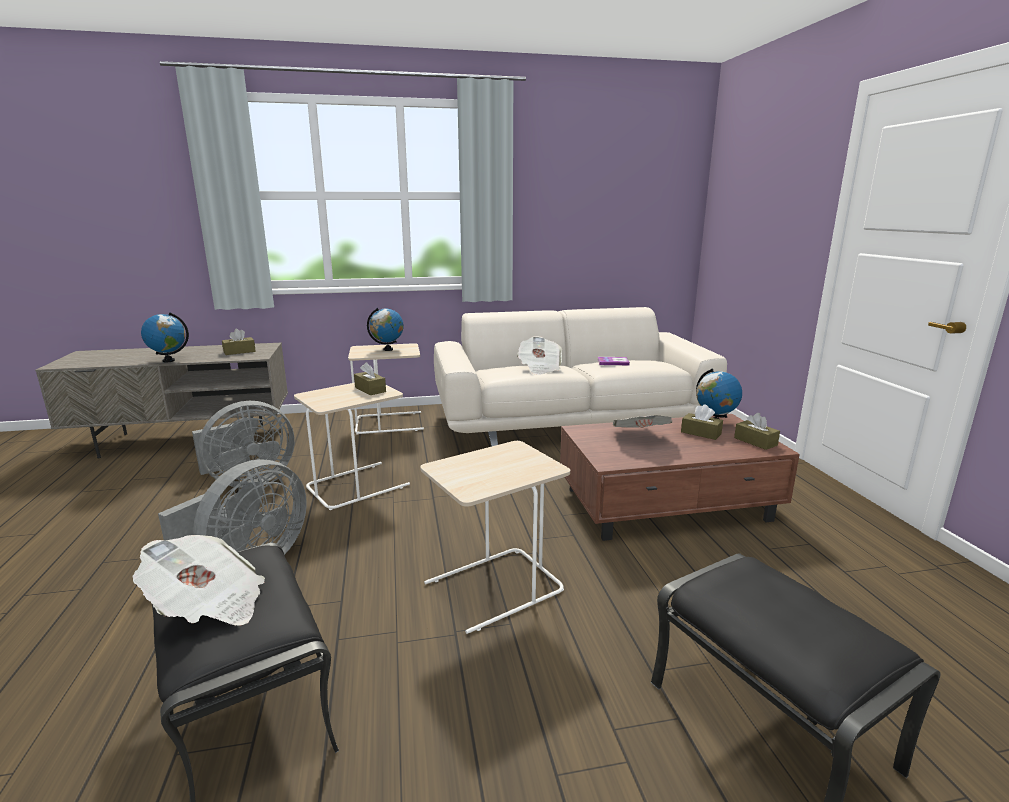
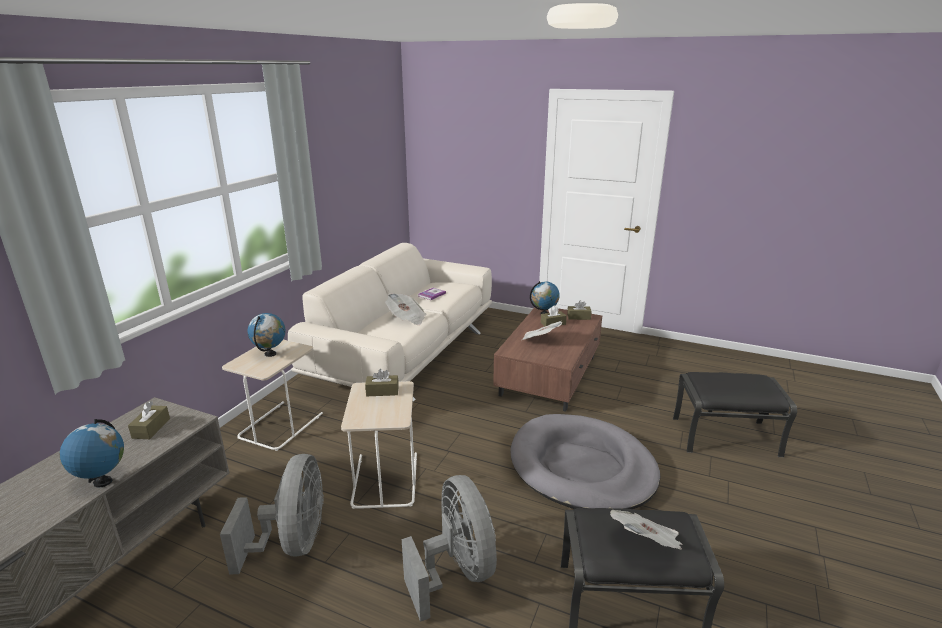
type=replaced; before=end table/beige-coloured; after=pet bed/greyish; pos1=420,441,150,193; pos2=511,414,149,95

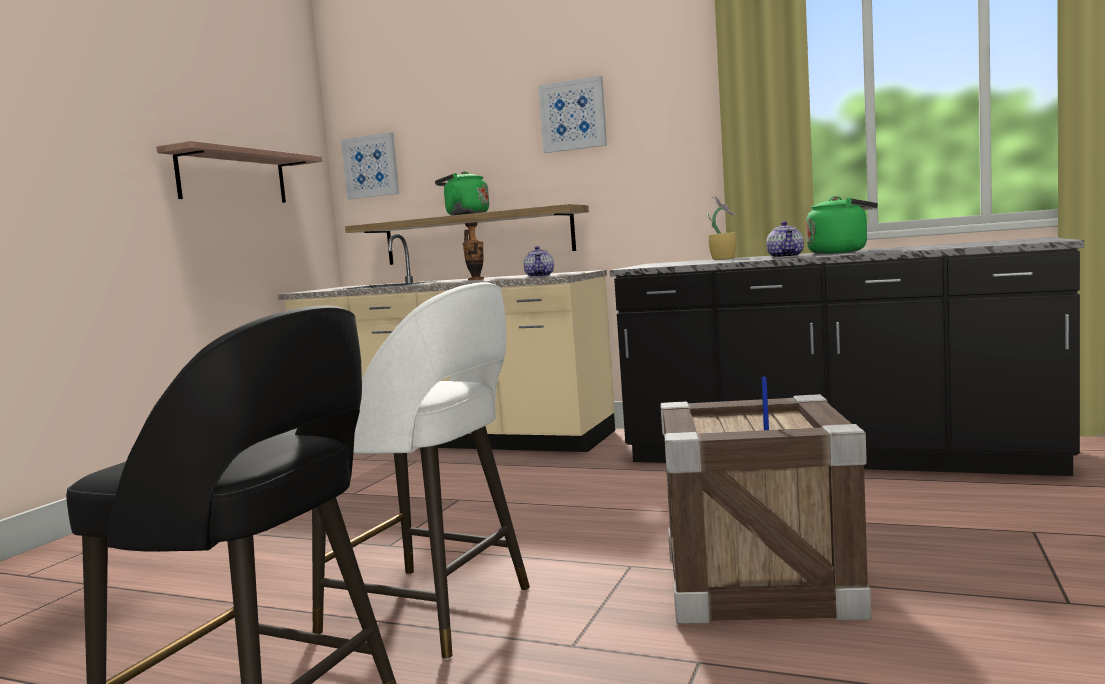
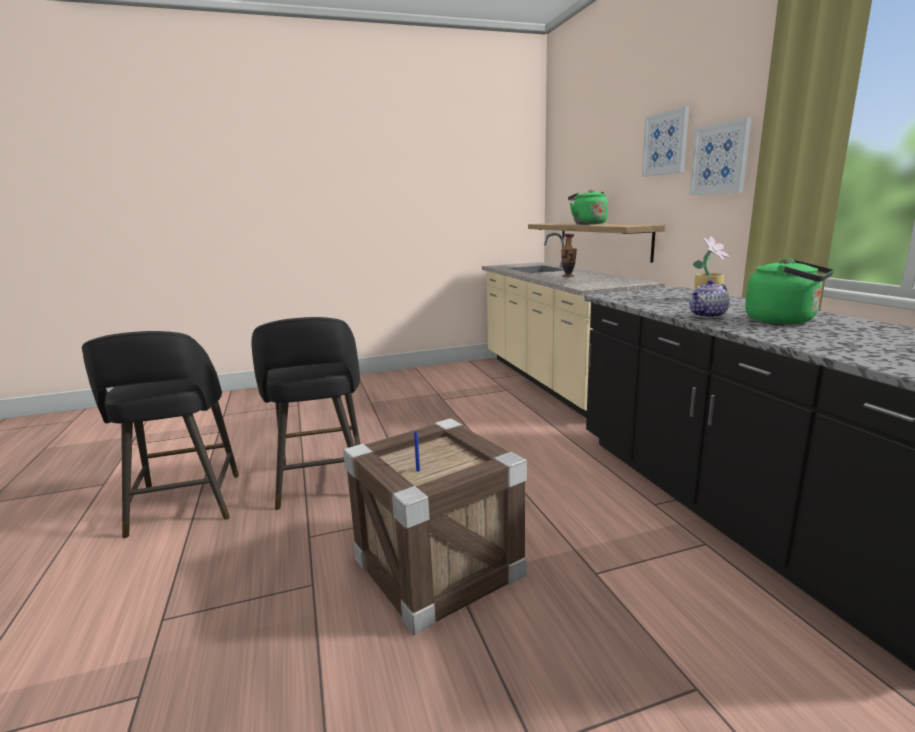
type=removed; before=shelf; pos1=157,141,165,62
type=recoloured; before=stool/white-coloured; after=stool/blackish; pos1=312,282,218,378; pos2=252,317,108,193
type=moved; before=wall picture; pos1=341,132,58,67; pos2=689,117,63,78
type=removed; before=tea pot; pos1=523,246,31,31

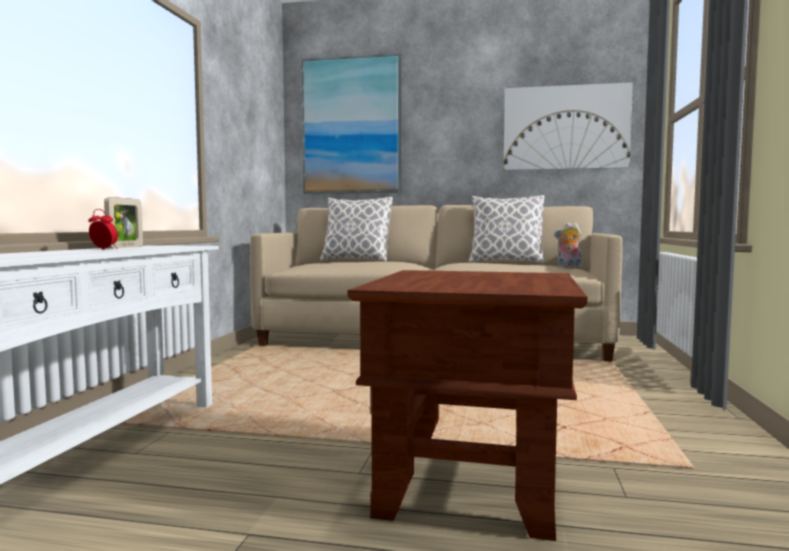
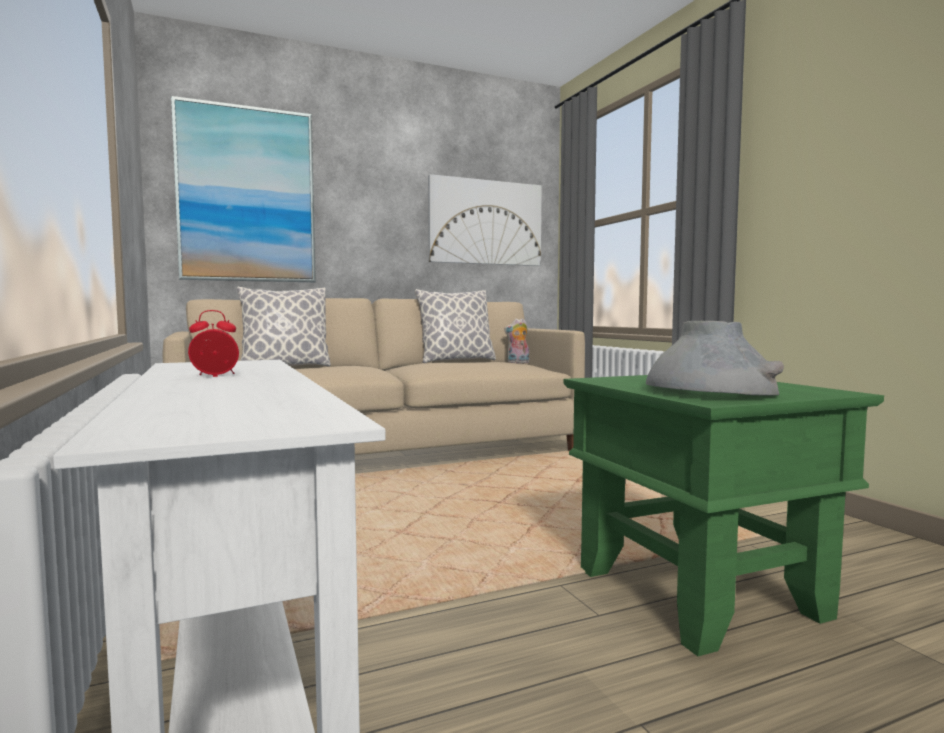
type=removed; before=picture frame; pos1=104,197,39,51
type=recoloured; before=end table/brownish; after=end table/greenish; pos1=348,270,239,271; pos2=563,375,321,281
type=added; after=vase/greyish; pos2=646,321,138,75

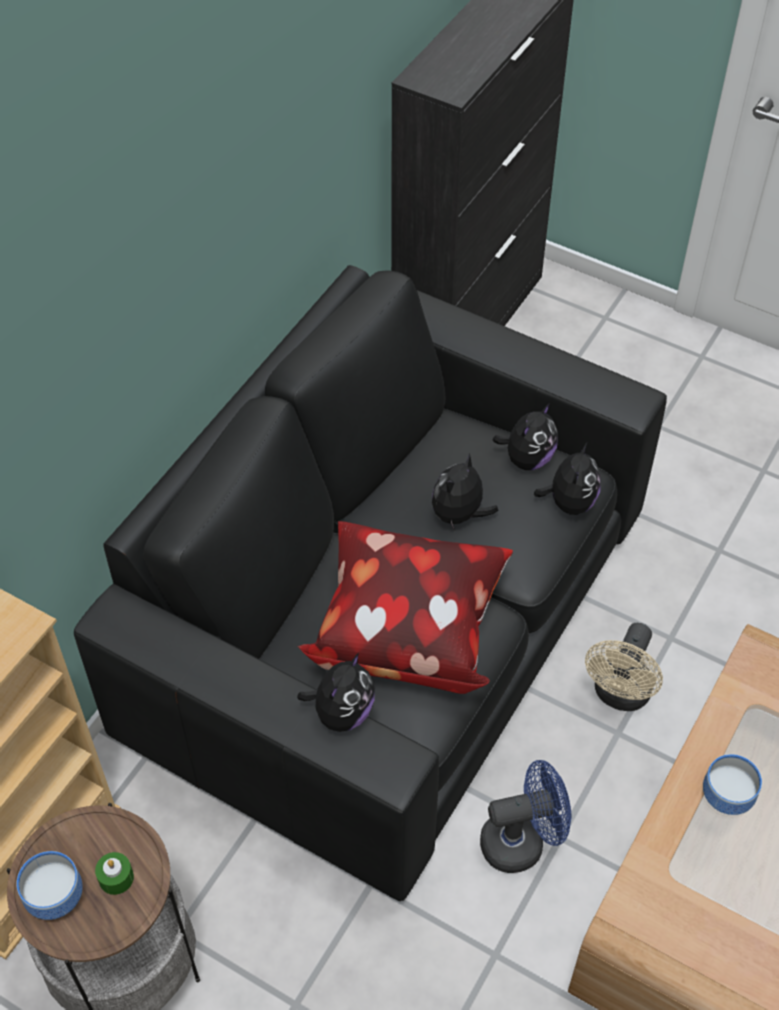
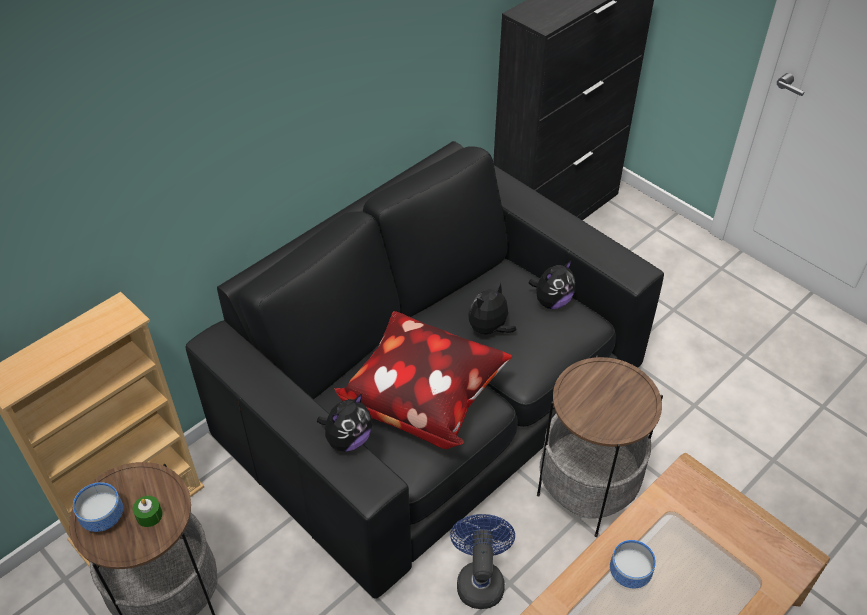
type=turned; before=electric fan/blue; pos1=480,760,91,113; pos2=450,514,65,95; turn=-90
type=removed; before=plush toy; pos1=534,443,67,72
type=replaced; before=electric fan/beige-coloured; after=end table; pos1=585,623,78,88; pos2=537,355,126,182

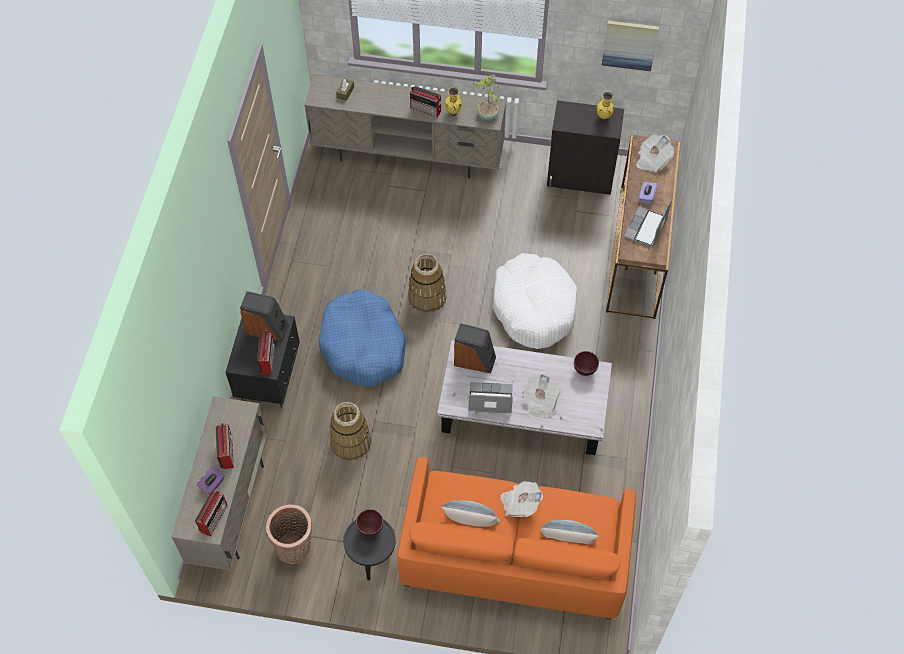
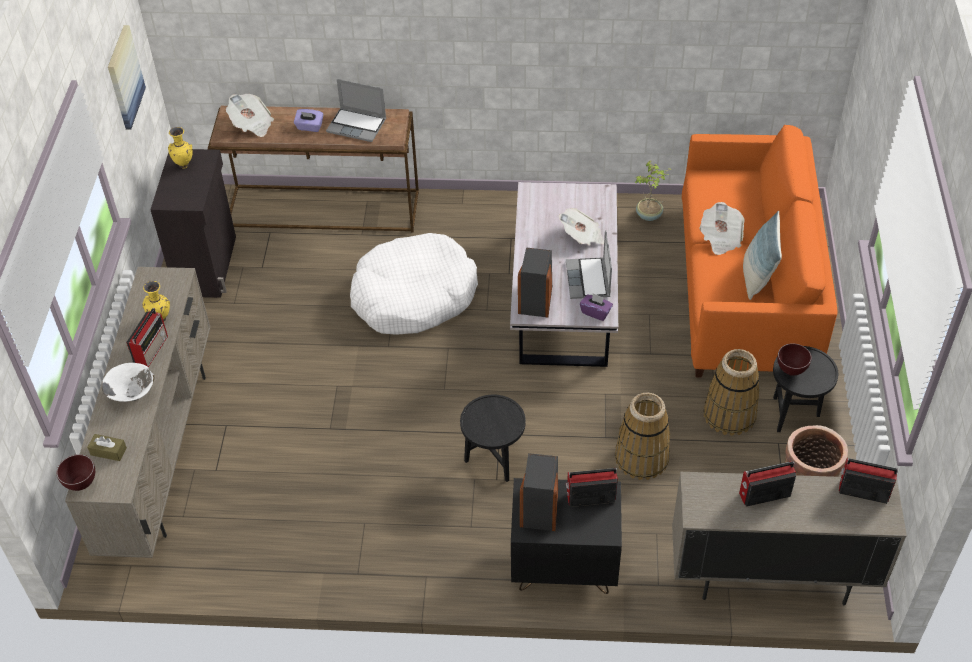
type=moved; before=box of tissues/purplish; pos1=197,466,28,28; pos2=580,293,33,28
type=replaced; before=pet bed/blue; after=end table/blackish; pos1=319,289,87,98; pos2=460,395,66,87
type=moved; before=basket; pos1=408,254,39,59; pos2=703,349,57,87
type=moved; before=plant in a pot; pos1=473,74,26,46; pos2=635,160,37,61
type=removed; before=cushion; pos1=540,520,59,24
type=moved; before=serving bowl/brownish; pos1=574,351,25,25; pos2=56,454,39,37
type=added; after=serving bowl/white-coloured; pos2=102,363,53,39

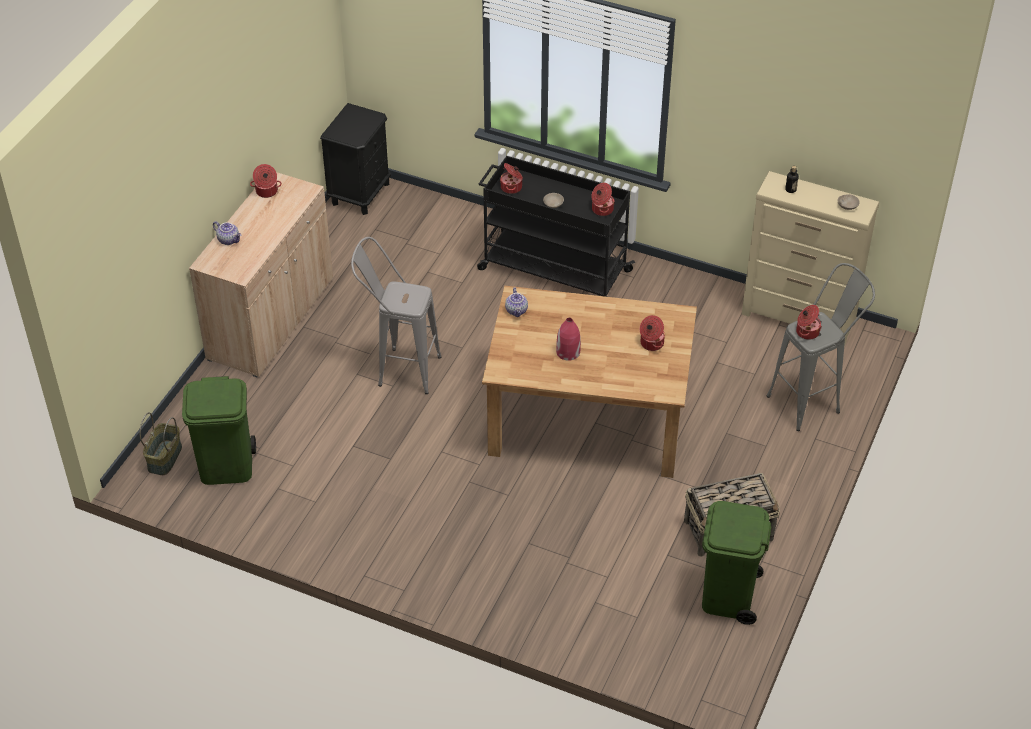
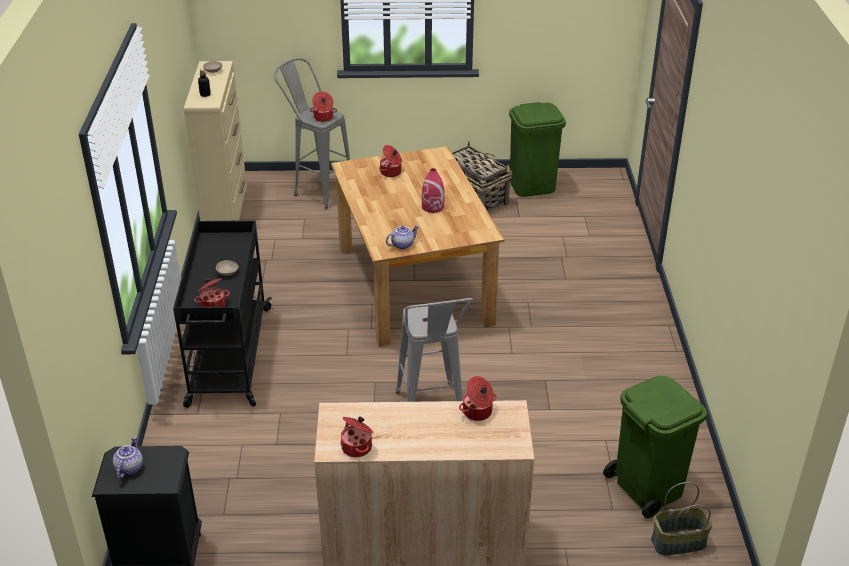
type=moved; before=tea pot; pos1=213,221,28,24; pos2=113,436,30,43
type=moved; before=stockpot; pos1=591,183,24,33; pos2=459,376,38,45

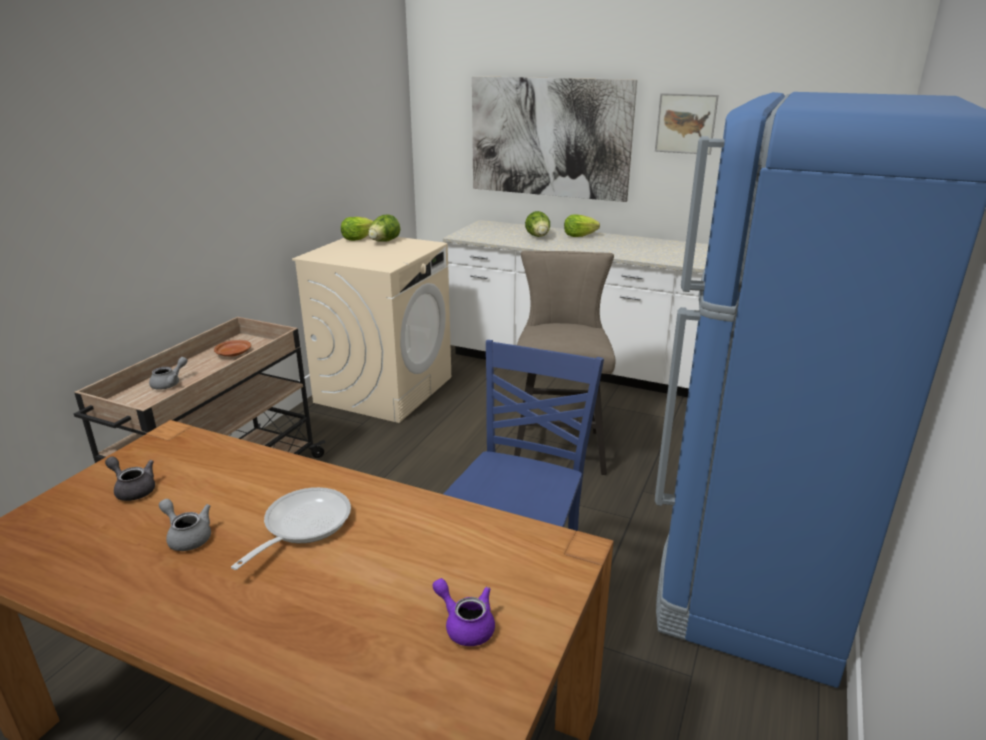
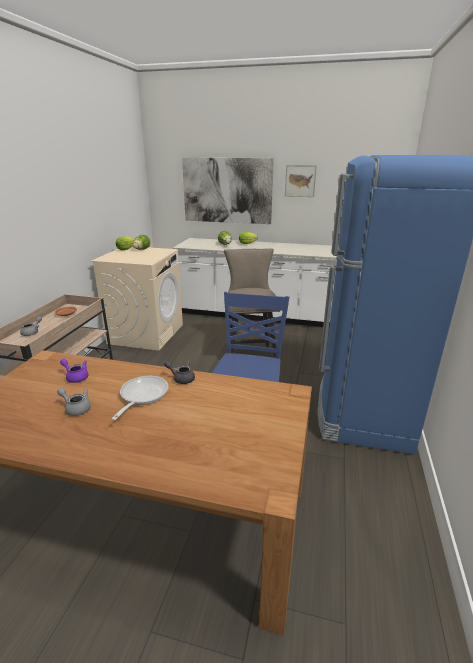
type=moved; before=tea pot/greyish; pos1=105,456,50,45; pos2=164,361,31,23
type=moved; before=tea pot/purplish; pos1=432,578,63,68; pos2=60,359,28,24

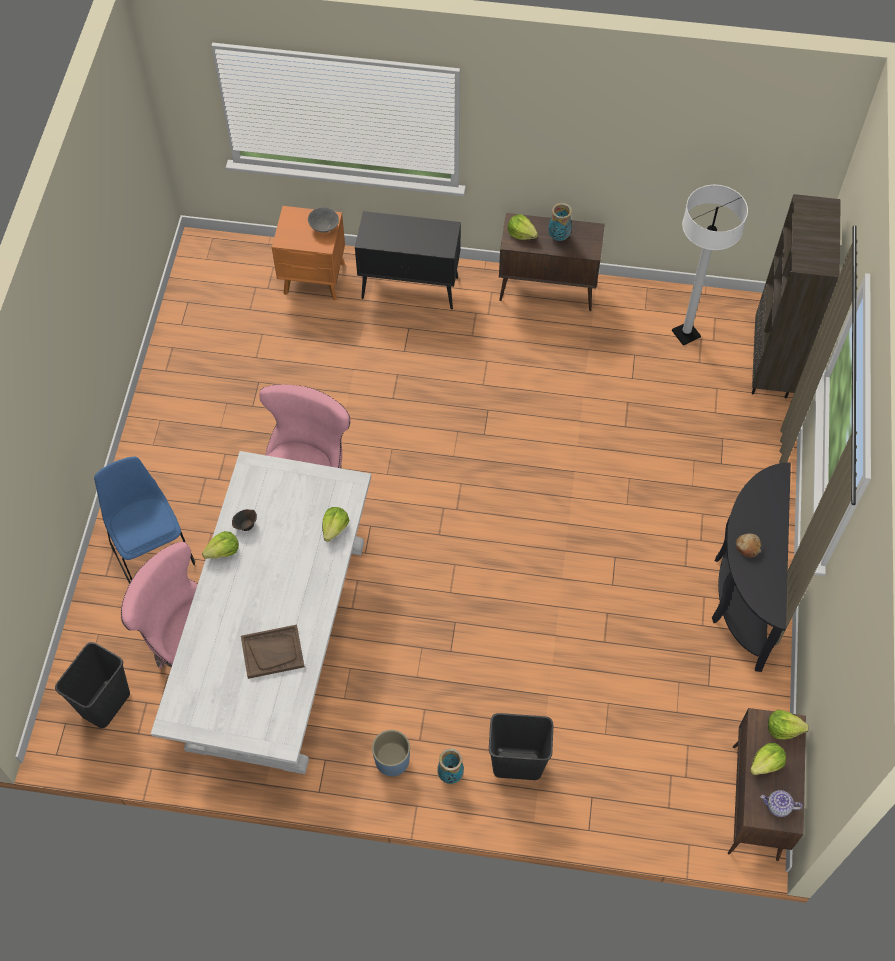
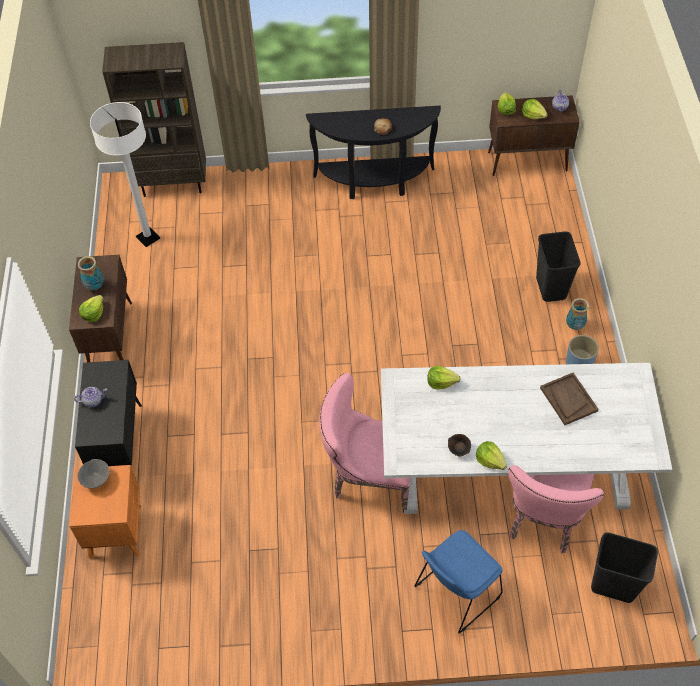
type=added; after=tea pot; pos2=74,387,33,20

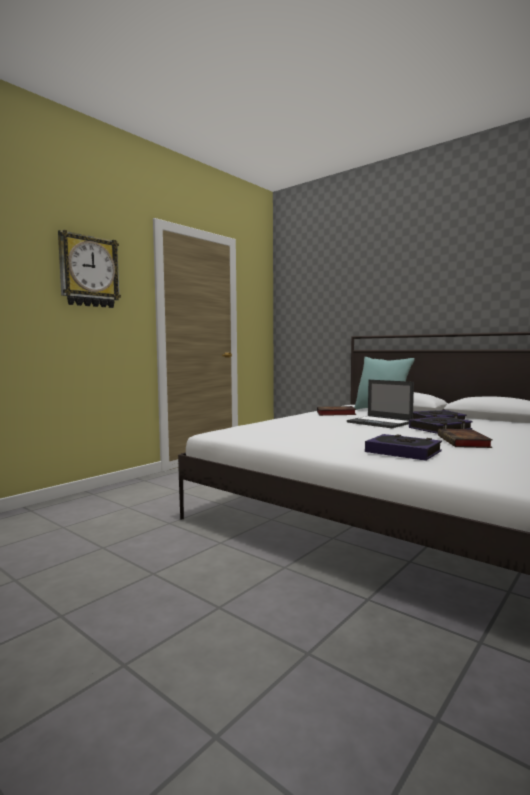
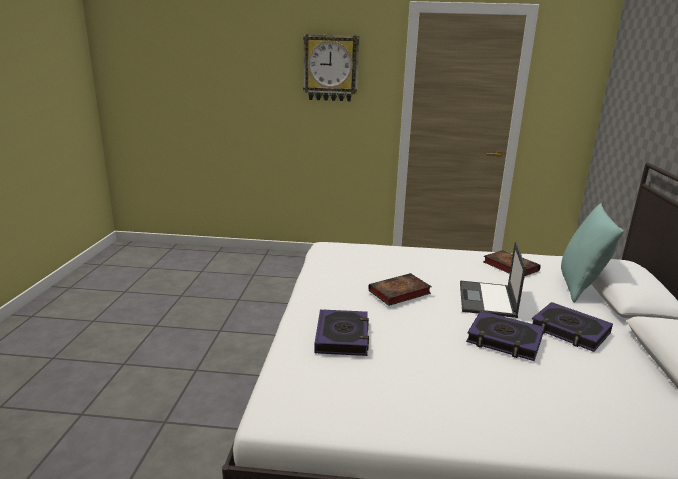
type=moved; before=bound book; pos1=438,429,55,19; pos2=368,273,64,33

